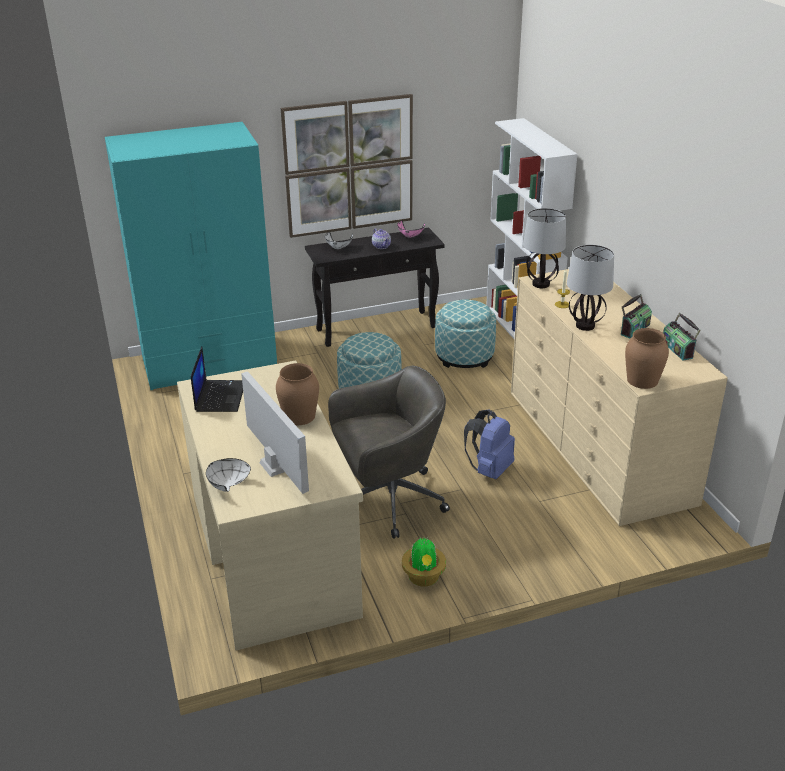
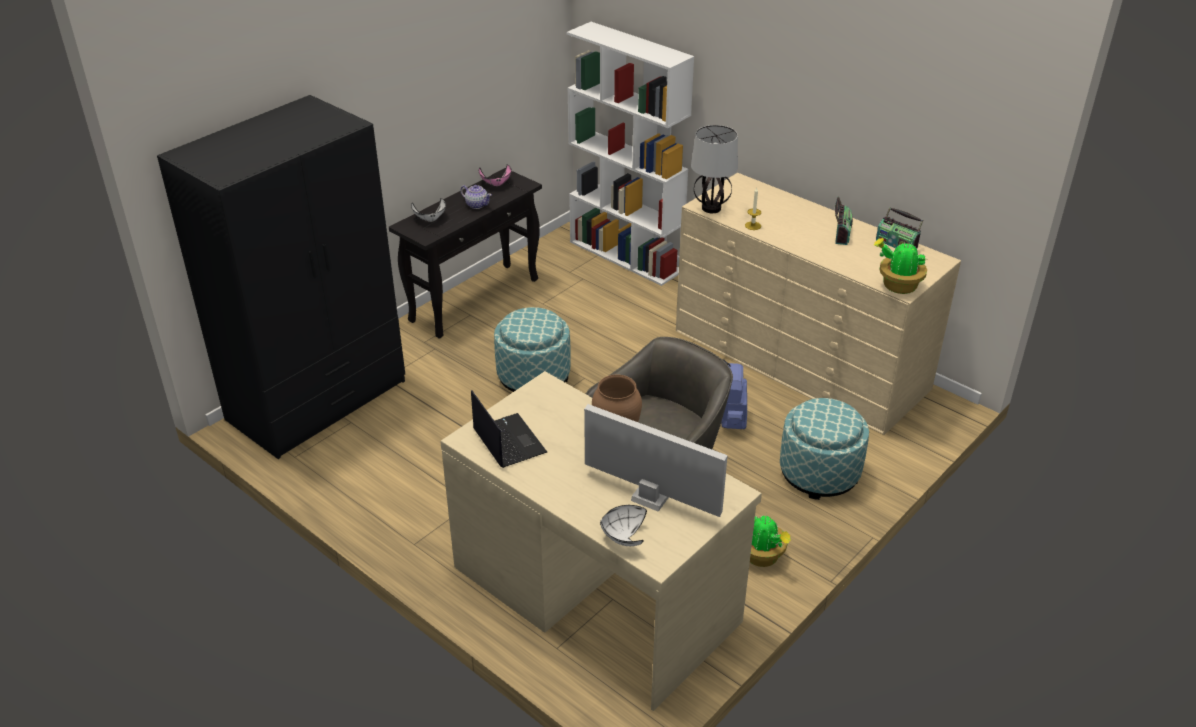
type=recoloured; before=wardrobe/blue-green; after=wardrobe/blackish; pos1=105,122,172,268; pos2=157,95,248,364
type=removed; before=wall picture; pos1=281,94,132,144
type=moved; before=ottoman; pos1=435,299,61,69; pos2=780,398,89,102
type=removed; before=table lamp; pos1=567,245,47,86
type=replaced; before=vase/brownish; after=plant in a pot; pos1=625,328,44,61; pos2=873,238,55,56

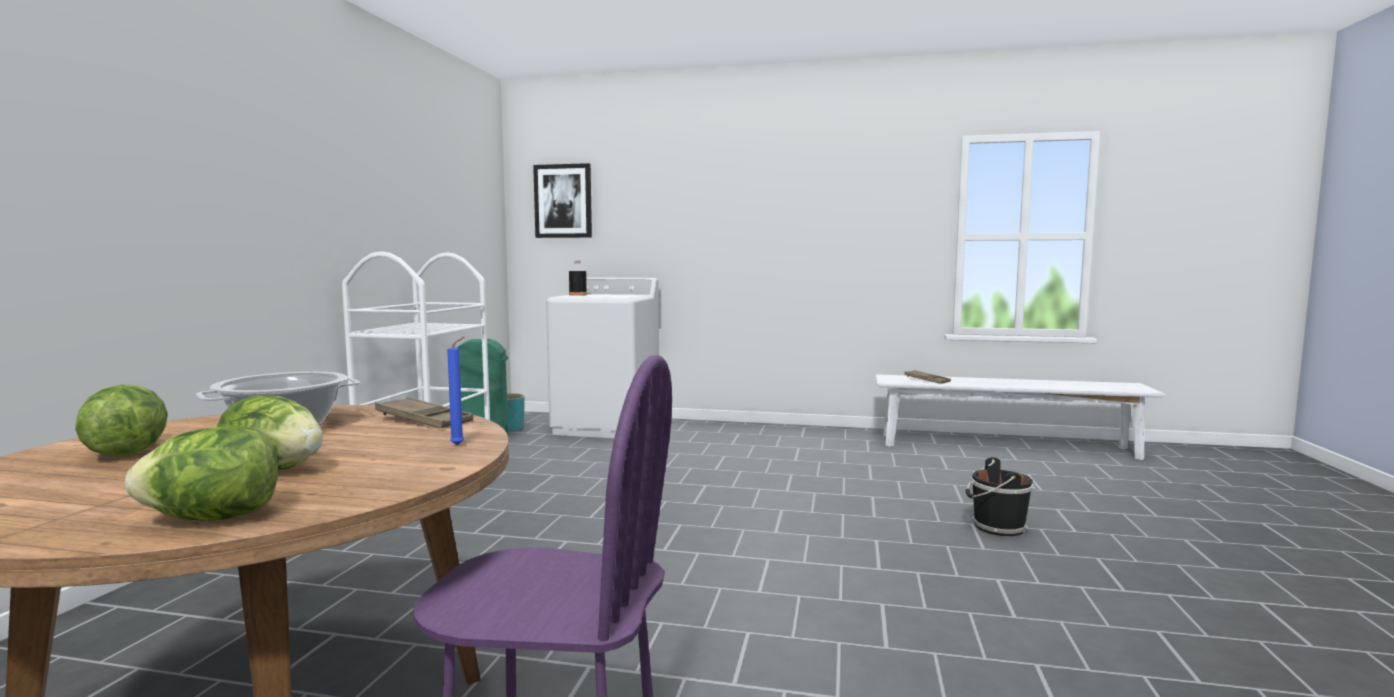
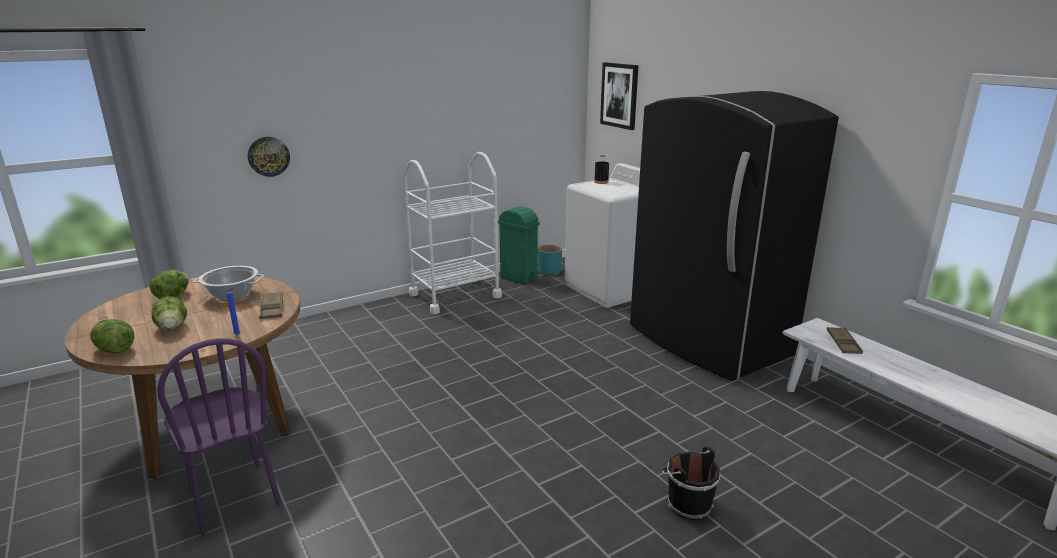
type=added; after=wall clock; pos2=248,137,42,40
type=added; after=refrigerator/blackish; pos2=630,91,209,290

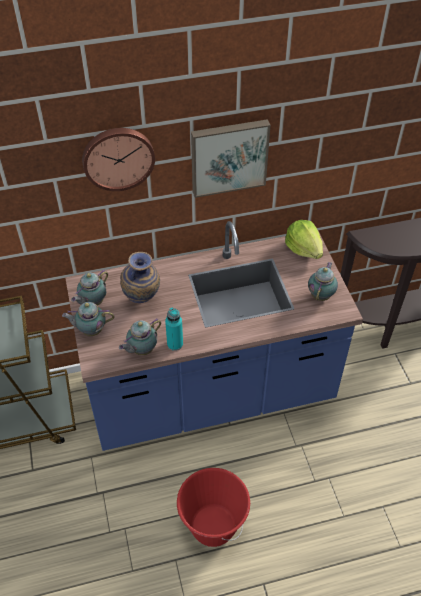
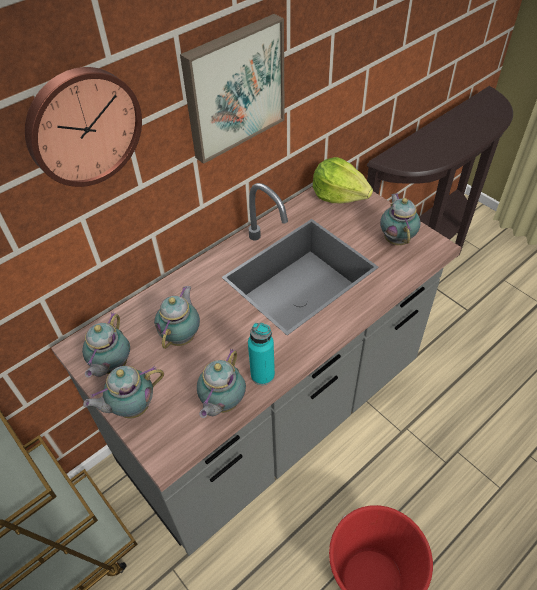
type=recoloured; before=counter/blue; after=counter/greyish; pos1=65,221,298,230; pos2=51,183,411,373
type=replaced; before=vase; after=tea pot; pos1=120,252,40,51; pos2=154,286,46,63

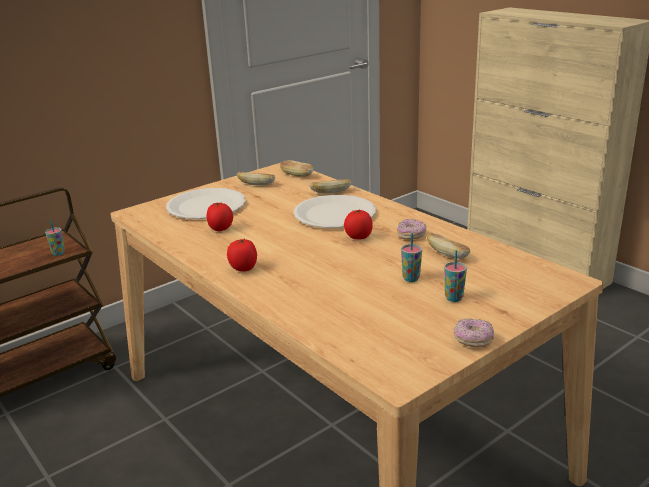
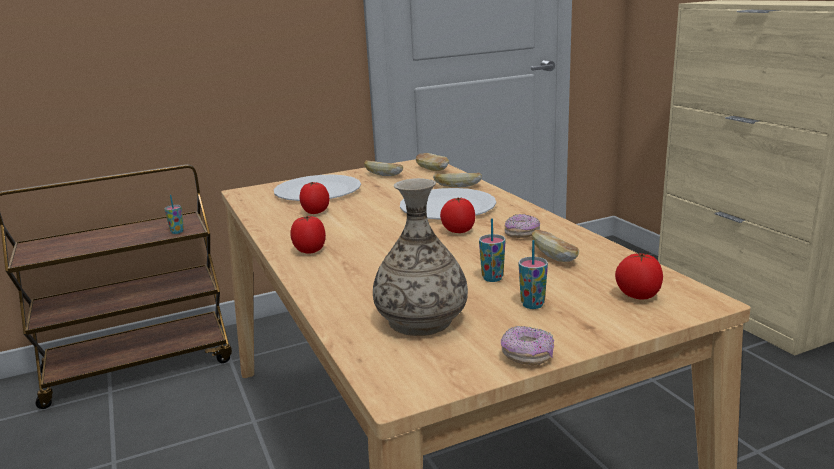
type=added; after=vase; pos2=373,178,95,158
type=added; after=whole tomato; pos2=615,253,48,46

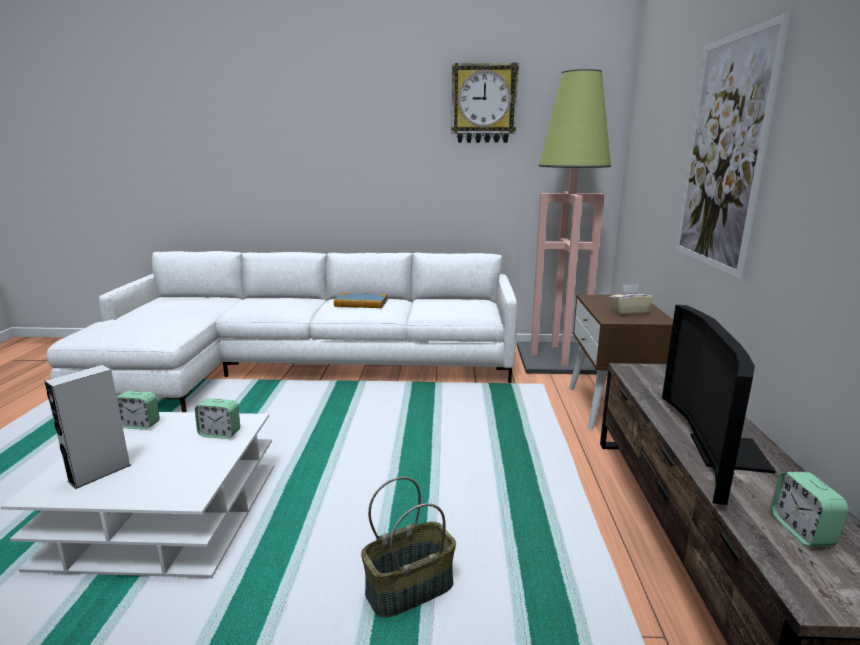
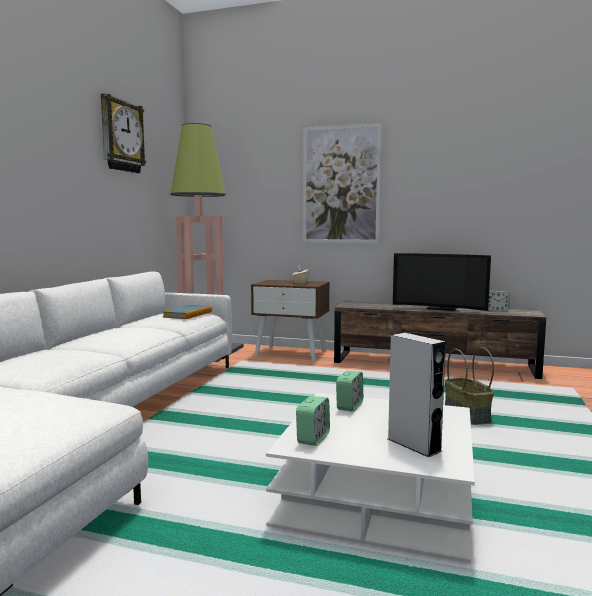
type=moved; before=bound book; pos1=334,293,54,15; pos2=163,305,49,14

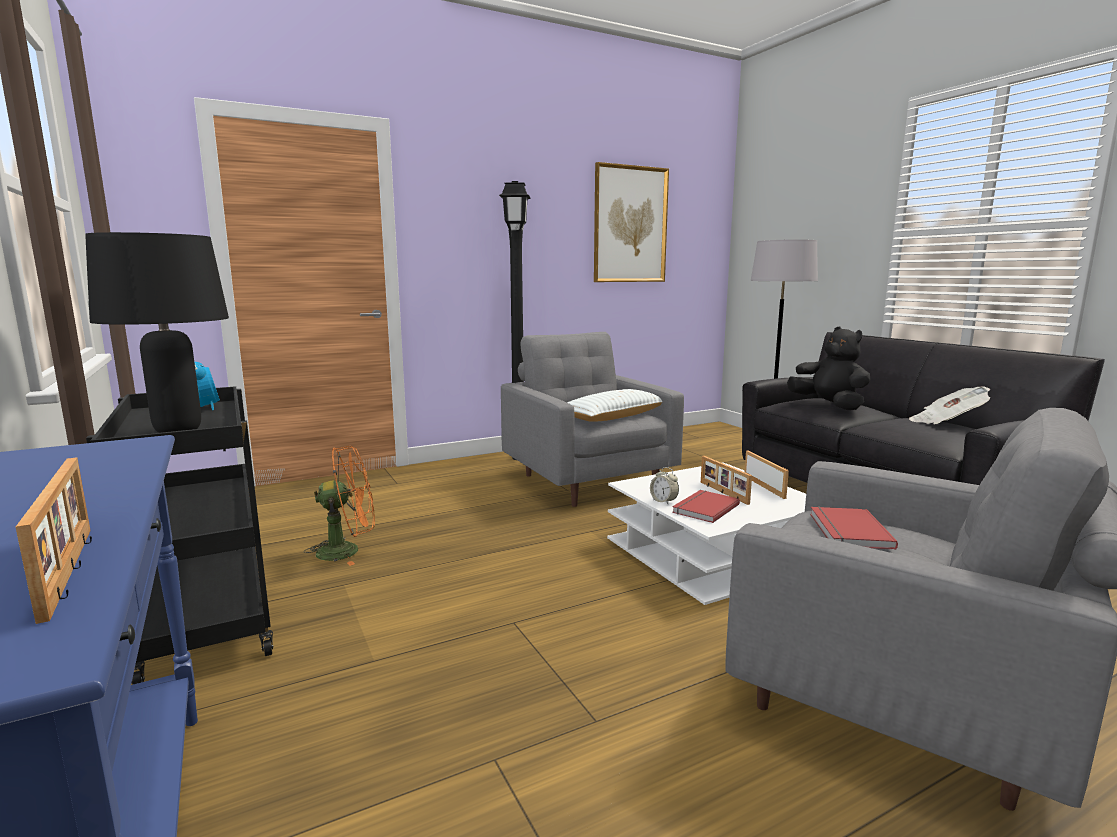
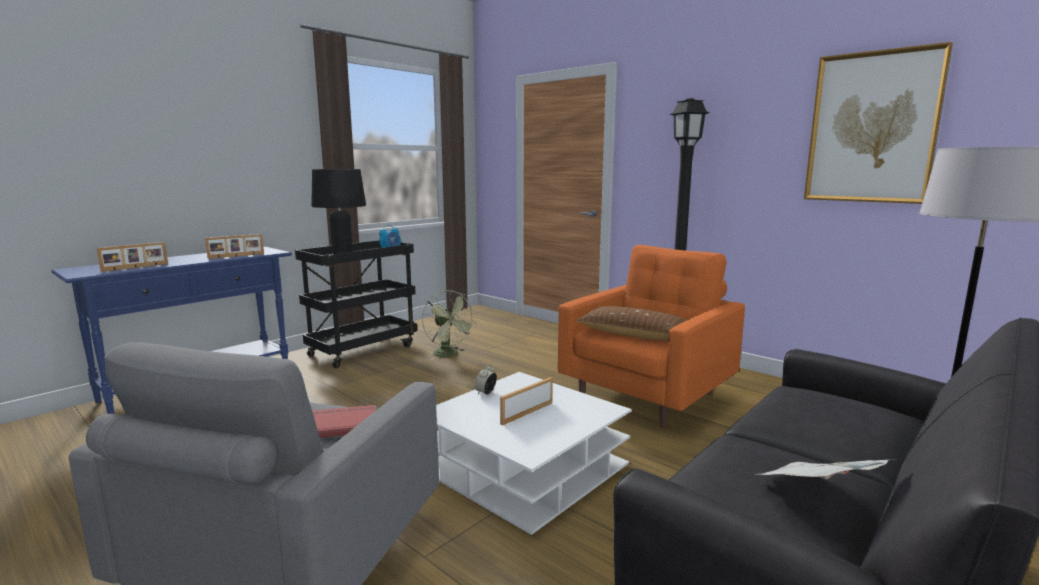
type=recoloured; before=electric fan/orangey; after=electric fan/greenish; pos1=304,446,71,120; pos2=422,290,54,70
type=recoloured; before=lounge chair/greyish; after=lounge chair/orangey; pos1=501,332,183,175; pos2=558,245,187,183
type=recoloured; before=cushion/white-coloured; after=cushion/brownish; pos1=567,389,95,33; pos2=575,306,112,34
type=removed; before=bound book/reddish; pos1=672,490,68,33
type=moved; before=picture frame; pos1=745,451,44,48; pos2=205,234,59,25
type=removed; before=plush toy/blackish; pos1=787,327,83,83

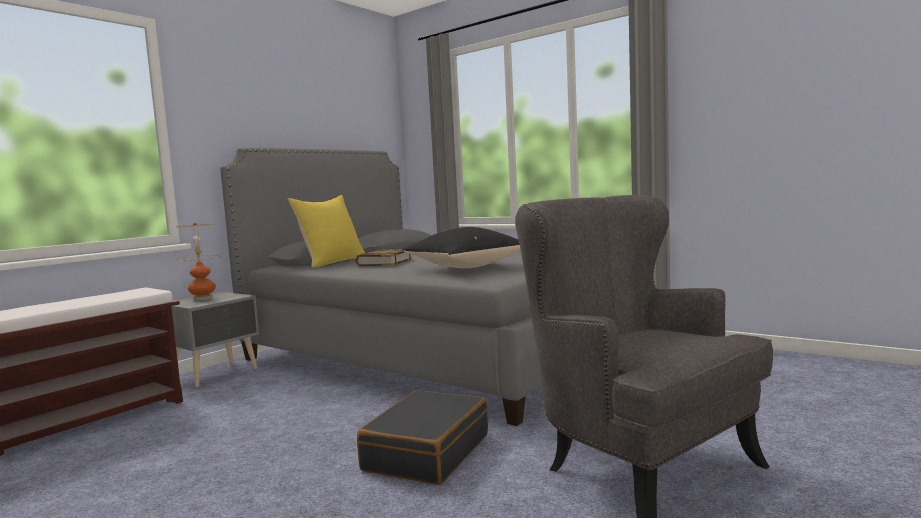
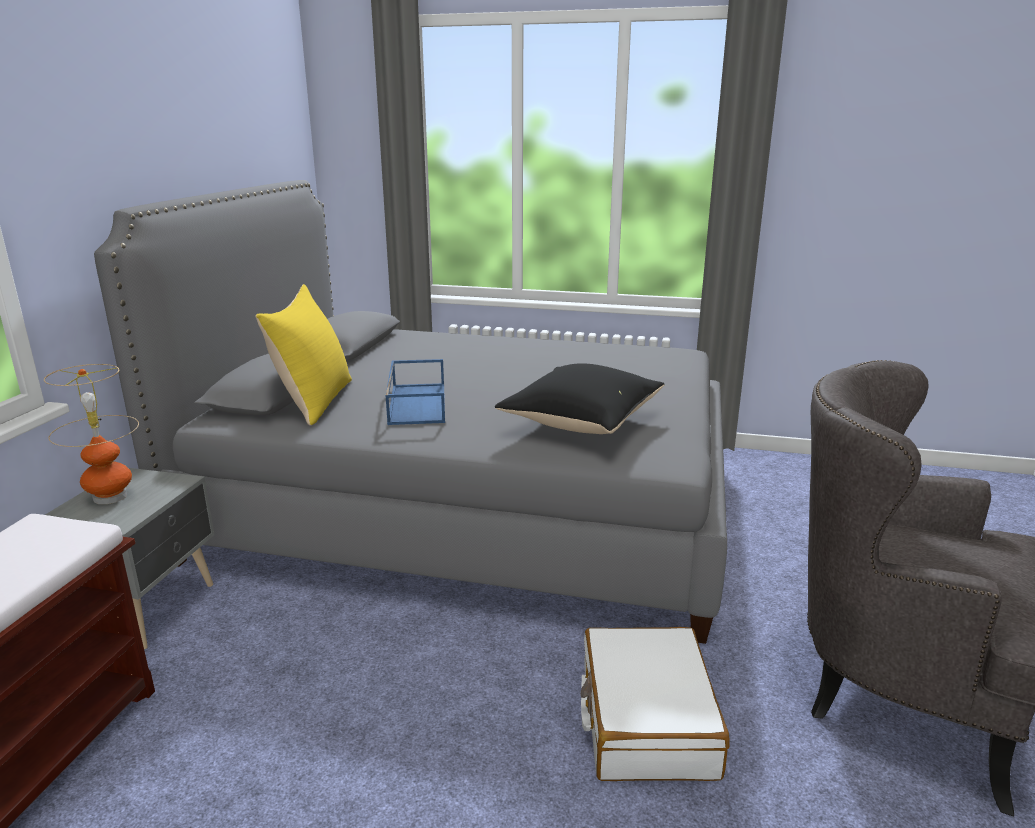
type=replaced; before=bound book; after=carrying tray/blue; pos1=356,249,57,17; pos2=385,359,60,66
type=recoloured; before=suitcase/blackish; after=suitcase/white-coloured; pos1=357,390,131,95; pos2=581,627,149,154

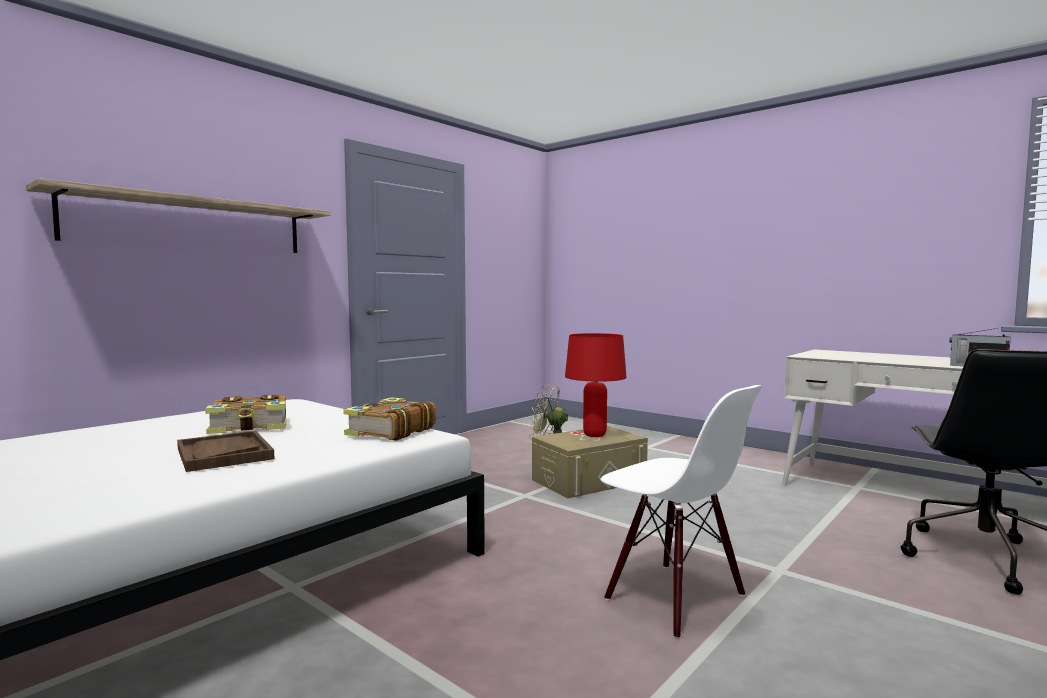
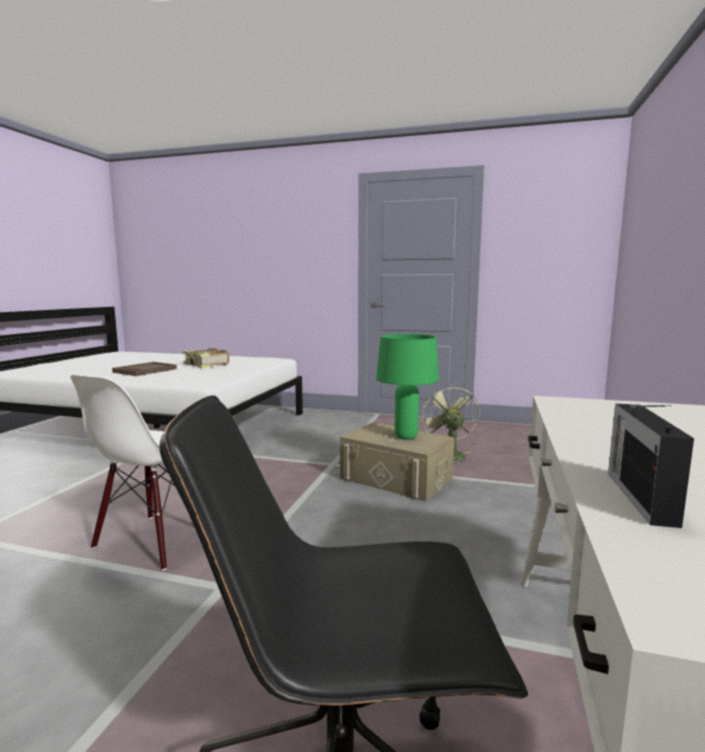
type=removed; before=shelf; pos1=26,178,305,75
type=removed; before=bound book; pos1=343,397,93,44
type=recoloured; before=table lamp/reddish; after=table lamp/greenish; pos1=565,333,62,104; pos2=376,334,63,106

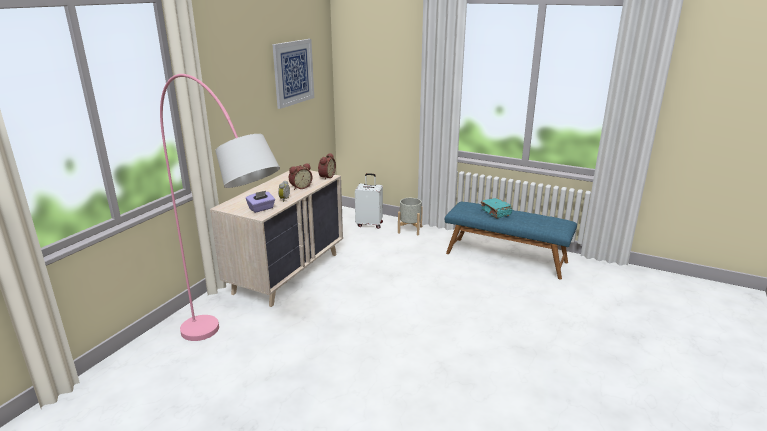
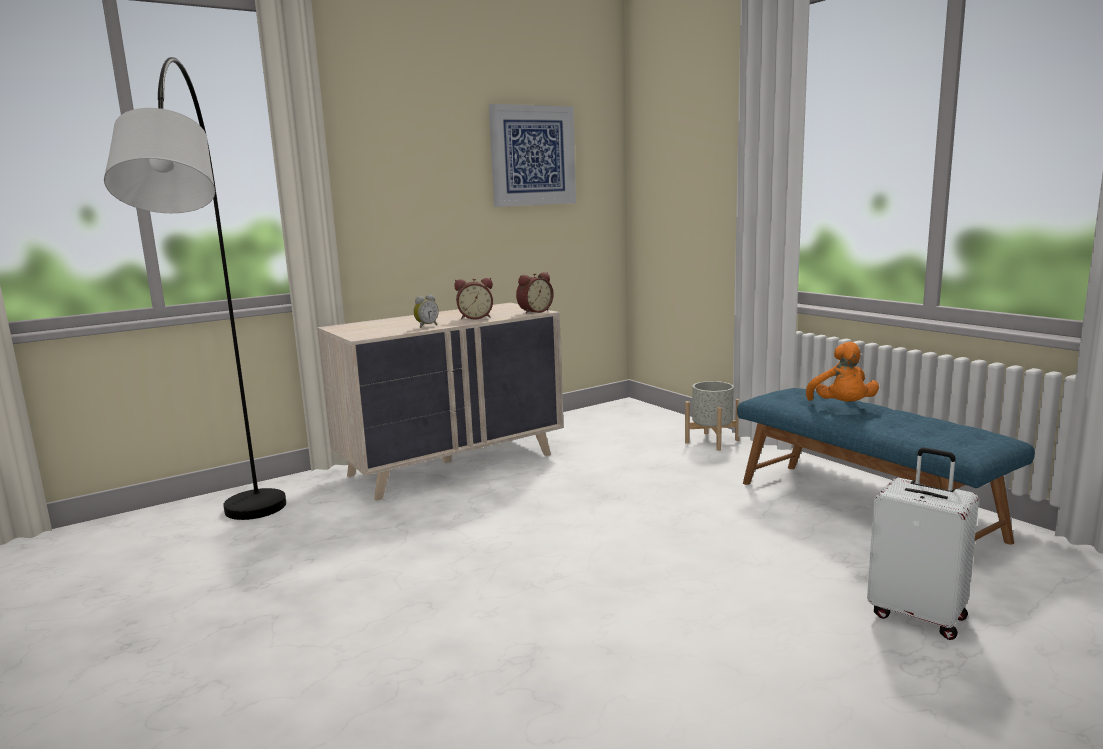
type=recoloured; before=standing lamp/pink-coloured; after=standing lamp/greyish; pos1=160,74,120,267; pos2=104,57,182,463
type=removed; before=box of tissues/purplish; pos1=246,191,29,22
type=moved; before=suitcase/white-coloured; pos1=355,173,28,56; pos2=867,448,112,192
type=replaced; before=bound book/blue-green; after=plush toy/orangey; pos1=481,198,31,21; pos2=806,342,73,60

